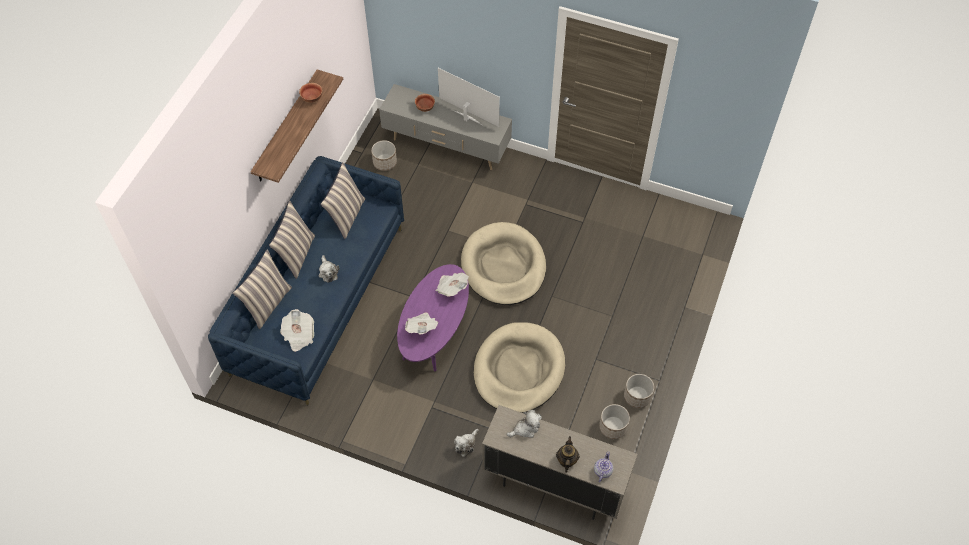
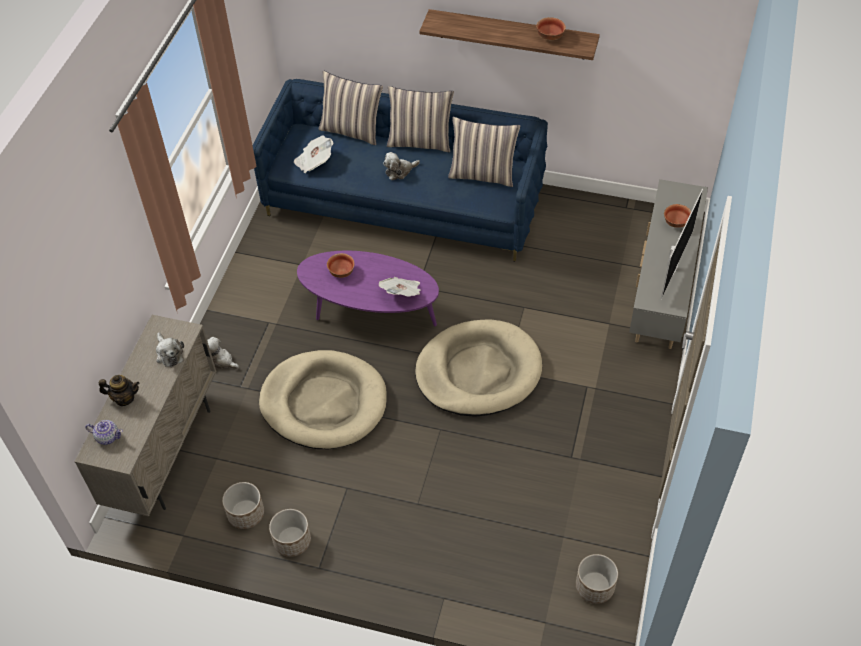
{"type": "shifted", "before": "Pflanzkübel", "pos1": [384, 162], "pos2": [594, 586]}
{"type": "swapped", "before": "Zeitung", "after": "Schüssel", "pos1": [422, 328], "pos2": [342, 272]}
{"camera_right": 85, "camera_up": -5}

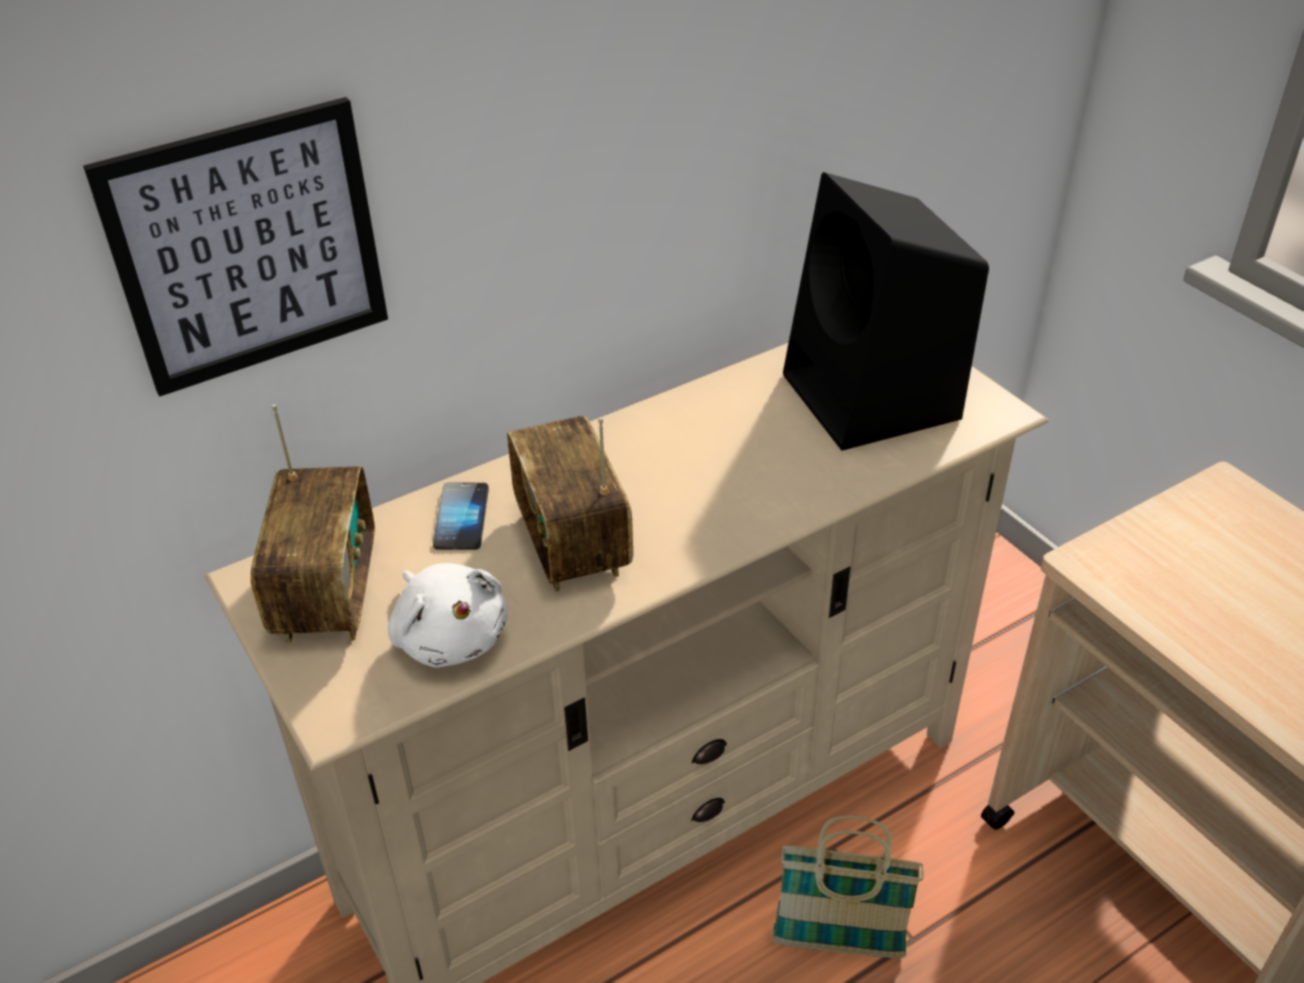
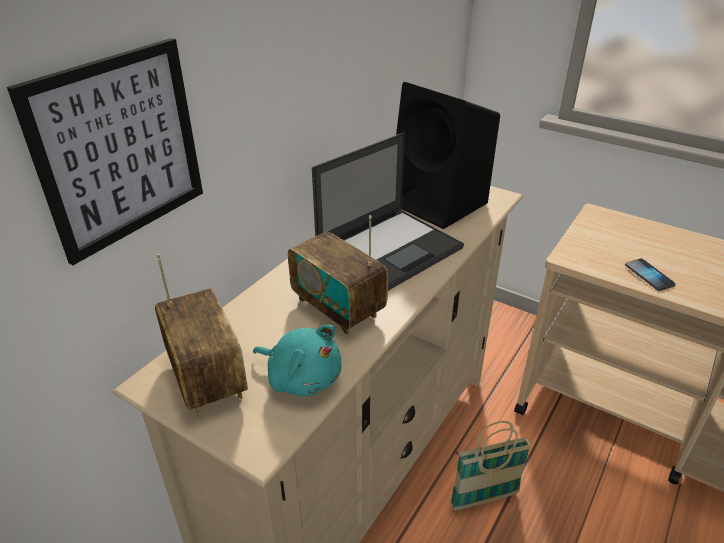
{"type": "repainted", "before": "Plüschtier/weiß", "after": "Plüschtier/türkis", "pos1": [450, 636], "pos2": [302, 377]}
{"type": "shifted", "before": "Handy", "pos1": [461, 518], "pos2": [649, 275]}
{"type": "new", "after": "Laptop", "pos2": [390, 249]}
{"camera_right": -25, "camera_up": -5}

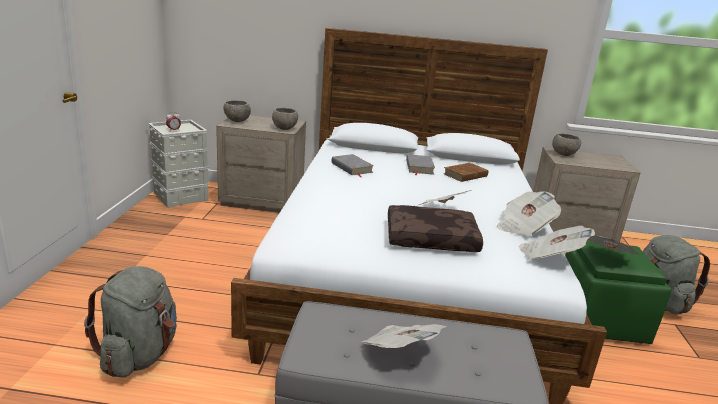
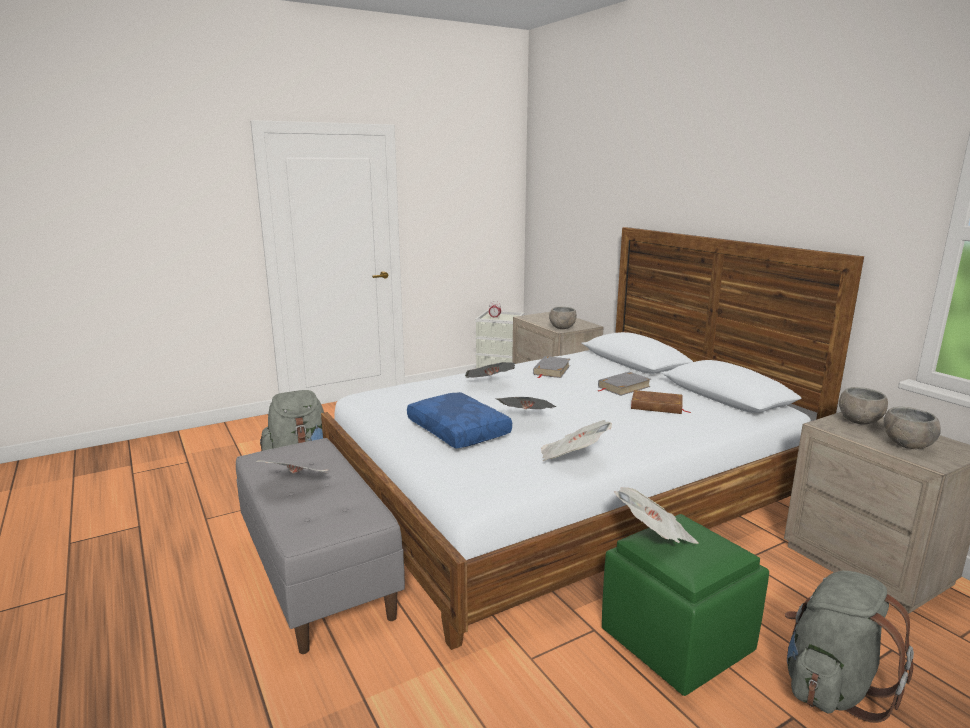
{"type": "shifted", "before": "Schüssel/grau", "pos1": [237, 121], "pos2": [907, 445]}
{"type": "repainted", "before": "Kissen/braun", "after": "Kissen/blau", "pos1": [431, 238], "pos2": [460, 430]}
{"type": "shifted", "before": "Zeitung", "pos1": [550, 257], "pos2": [489, 384]}
{"camera_right": 55, "camera_up": -5}

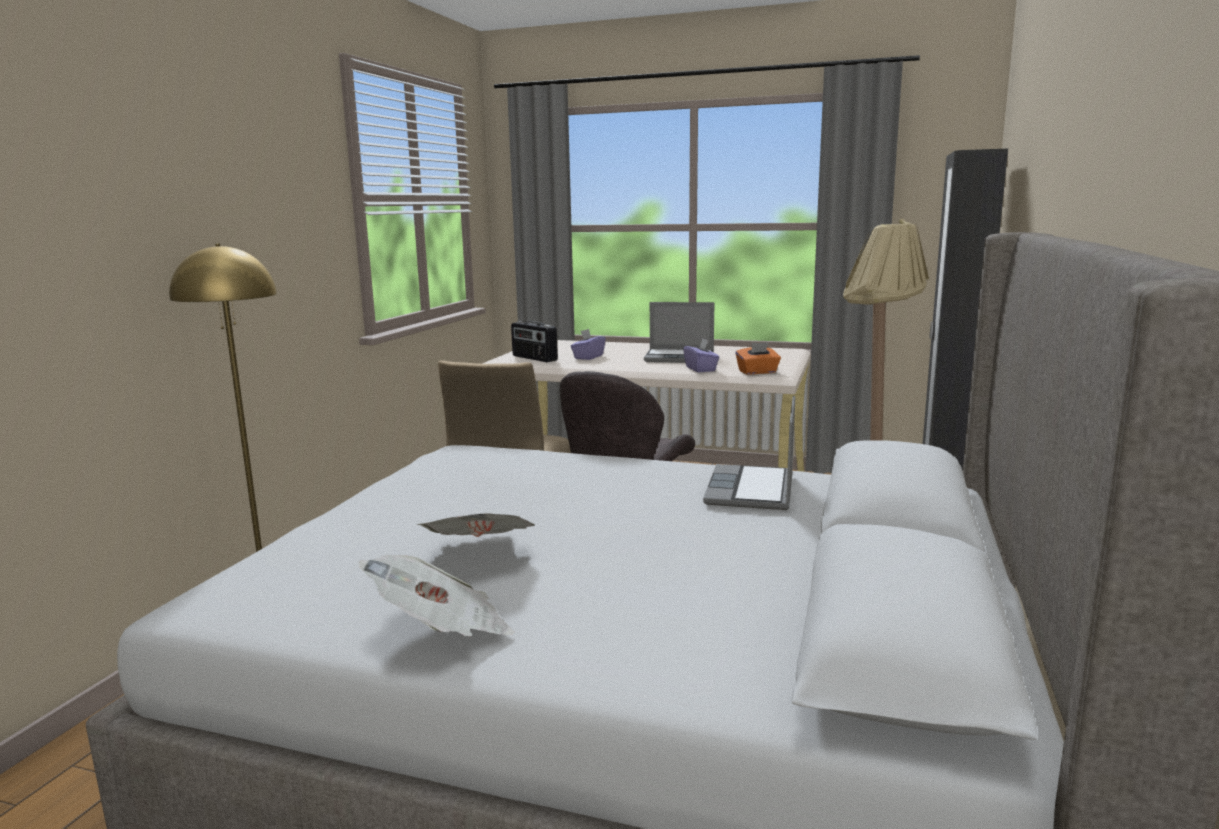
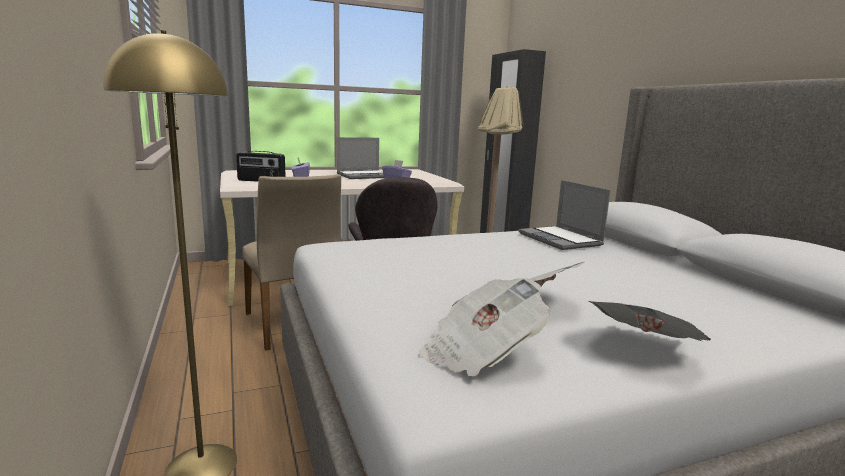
{"type": "gone", "before": "Taschentuchbox/orange", "pos1": [757, 372]}
{"type": "new", "after": "Zeitung", "pos2": [480, 353]}
{"camera_right": -40, "camera_up": 0}

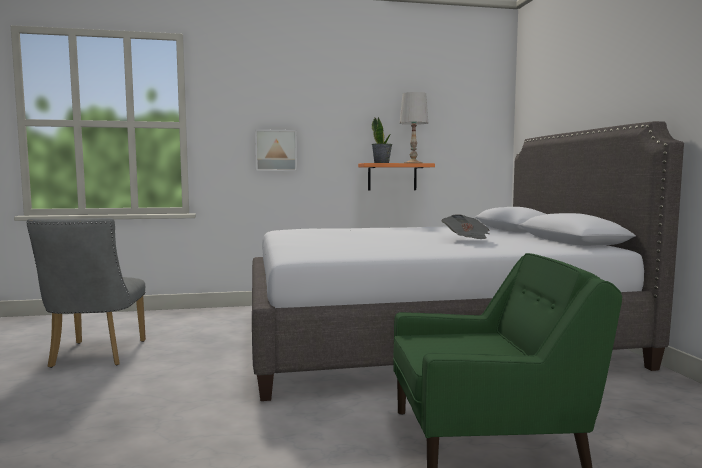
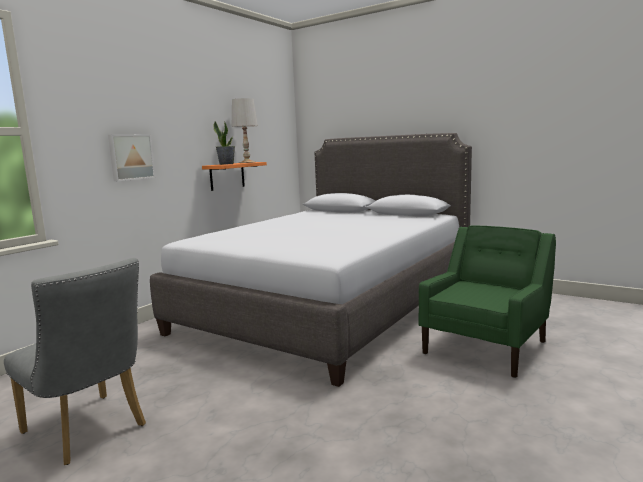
{"type": "gone", "before": "Zeitung", "pos1": [467, 241]}
{"camera_right": -45, "camera_up": 5}

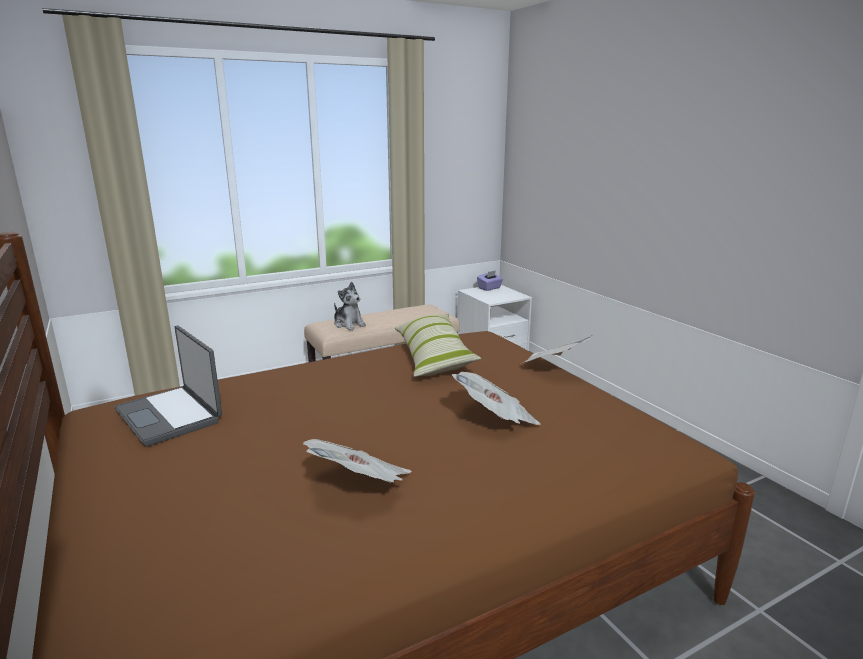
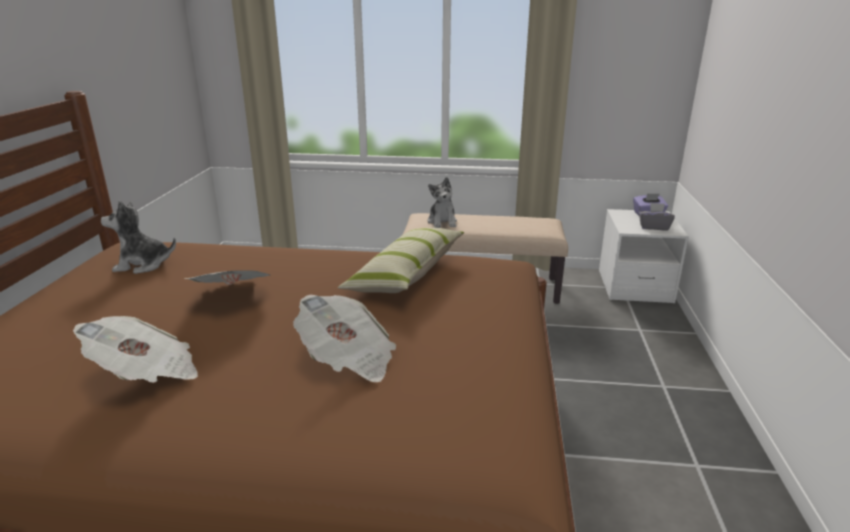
{"type": "swapped", "before": "Laptop", "after": "Plüschtier", "pos1": [171, 416], "pos2": [143, 265]}
{"type": "shifted", "before": "Zeitung", "pos1": [554, 366], "pos2": [233, 297]}
{"type": "new", "after": "Taschentuchbox/grau", "pos2": [654, 227]}
{"camera_right": 35, "camera_up": 5}

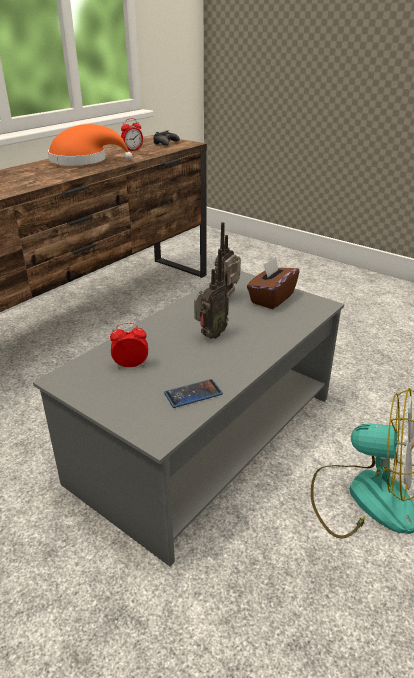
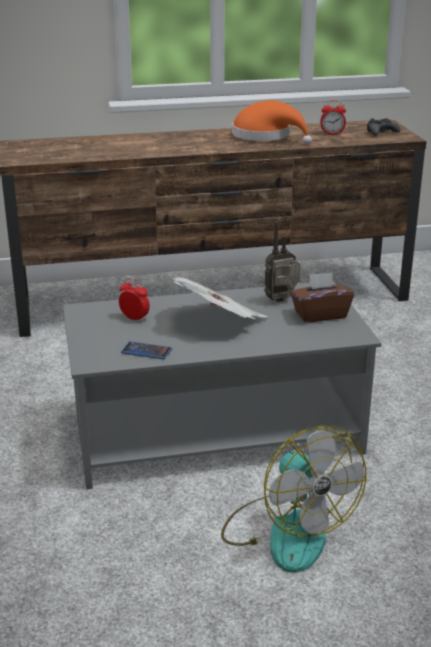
{"type": "swapped", "before": "Radio", "after": "Zeitung", "pos1": [210, 335], "pos2": [220, 322]}
{"camera_right": 40, "camera_up": -5}

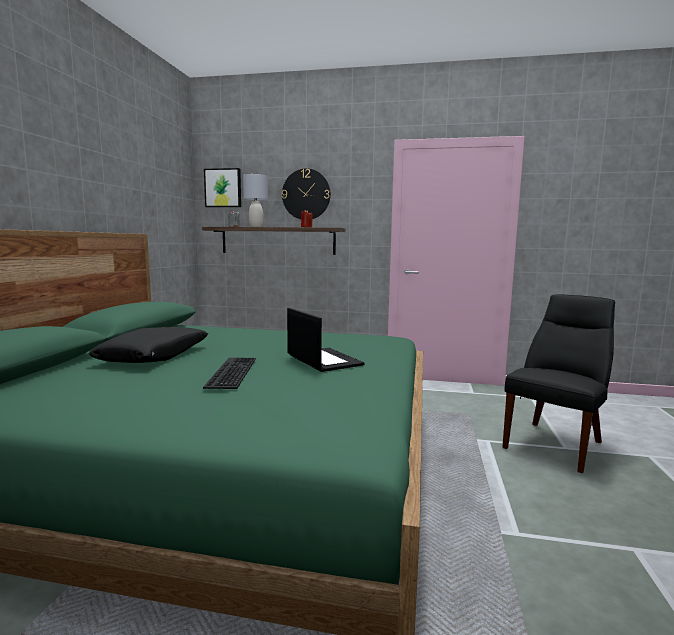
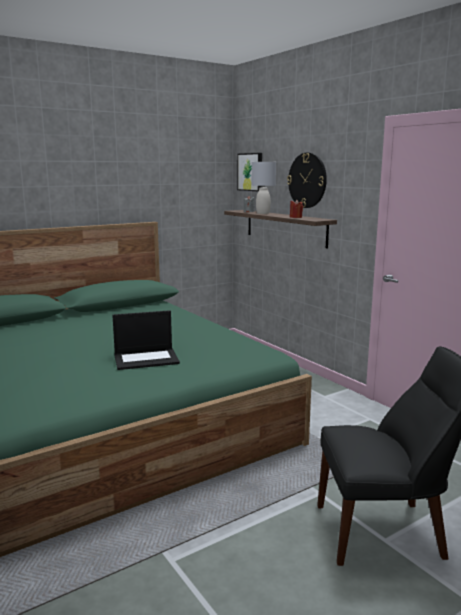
{"type": "gone", "before": "Kissen/schwarz", "pos1": [154, 356]}
{"type": "gone", "before": "Tastatur", "pos1": [230, 372]}
{"type": "rotated", "before": "Laptop", "pos1": [323, 360], "pos2": [146, 359], "turn": 60}
{"camera_right": 45, "camera_up": 5}

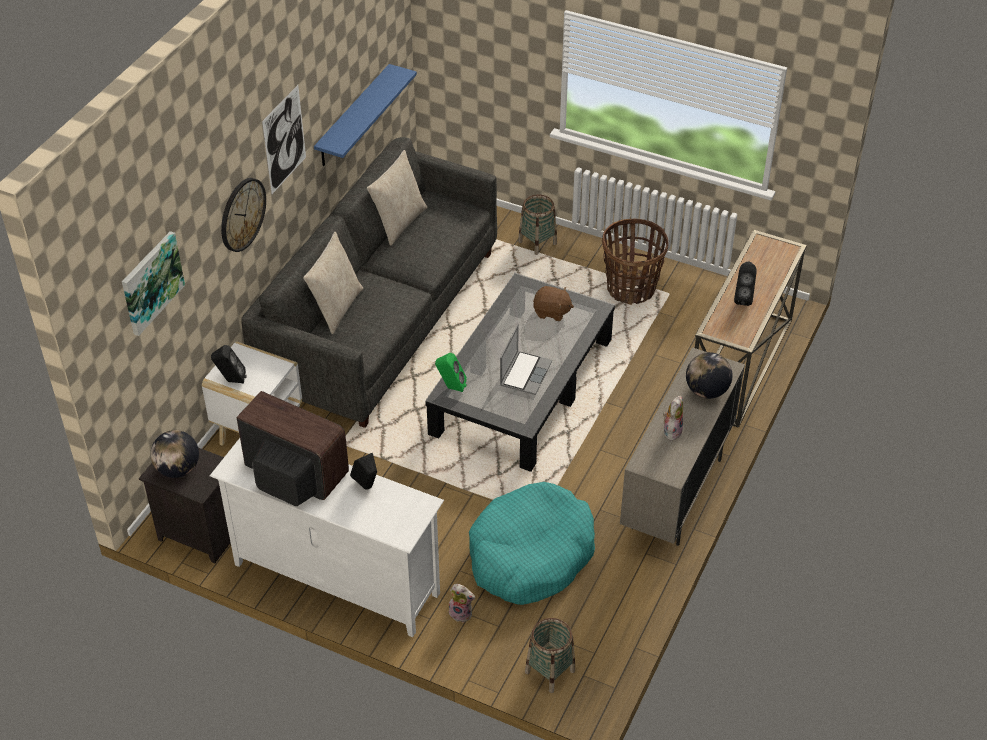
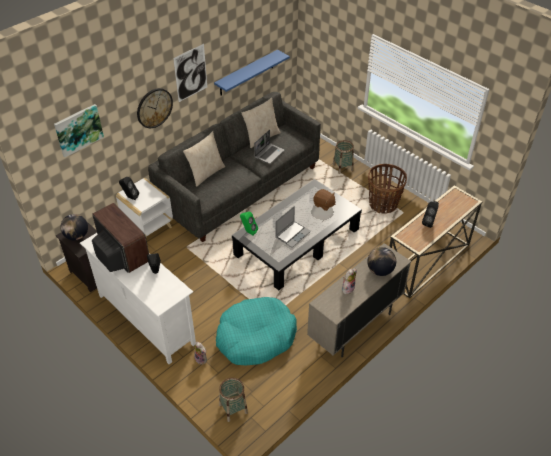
{"type": "new", "after": "Laptop", "pos2": [269, 153]}
{"camera_right": 20, "camera_up": 0}

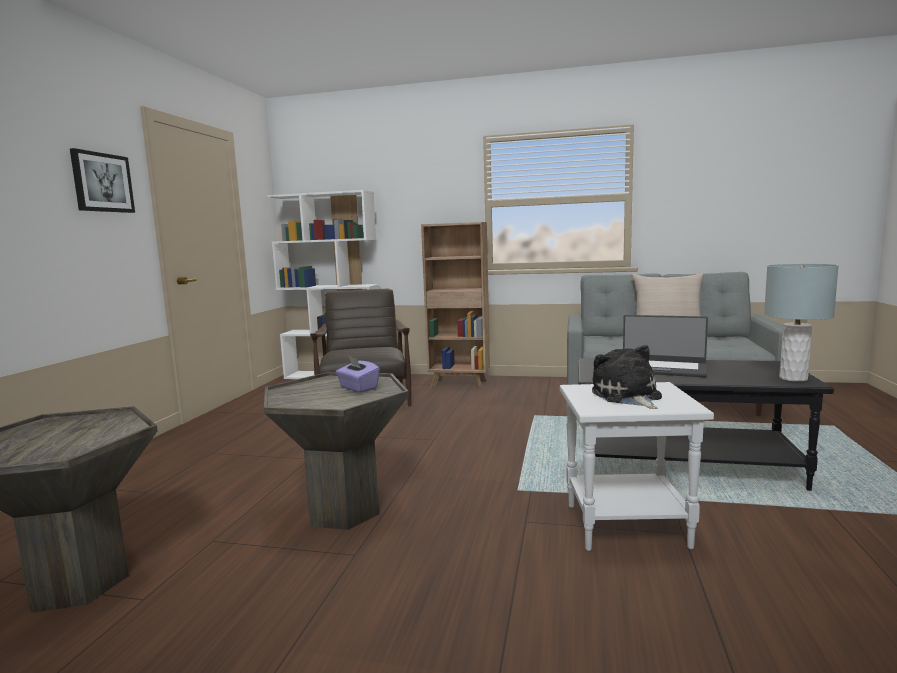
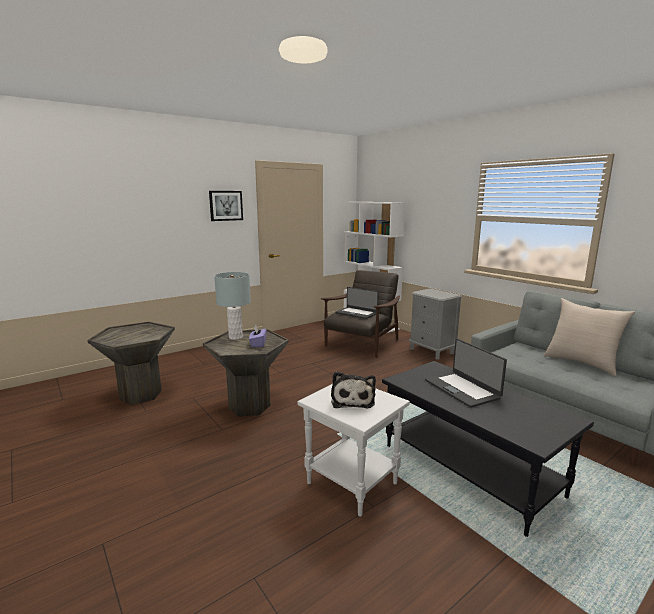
{"type": "swapped", "before": "Bücherregal/braun", "after": "Nachttisch/grau", "pos1": [460, 384], "pos2": [432, 351]}
{"type": "rotated", "before": "Plüschtier", "pos1": [627, 396], "pos2": [352, 400], "turn": 150}
{"type": "shifted", "before": "Tischlampe/grau", "pos1": [793, 378], "pos2": [236, 337]}
{"type": "new", "after": "Laptop", "pos2": [356, 313]}
{"camera_right": 40, "camera_up": 5}

